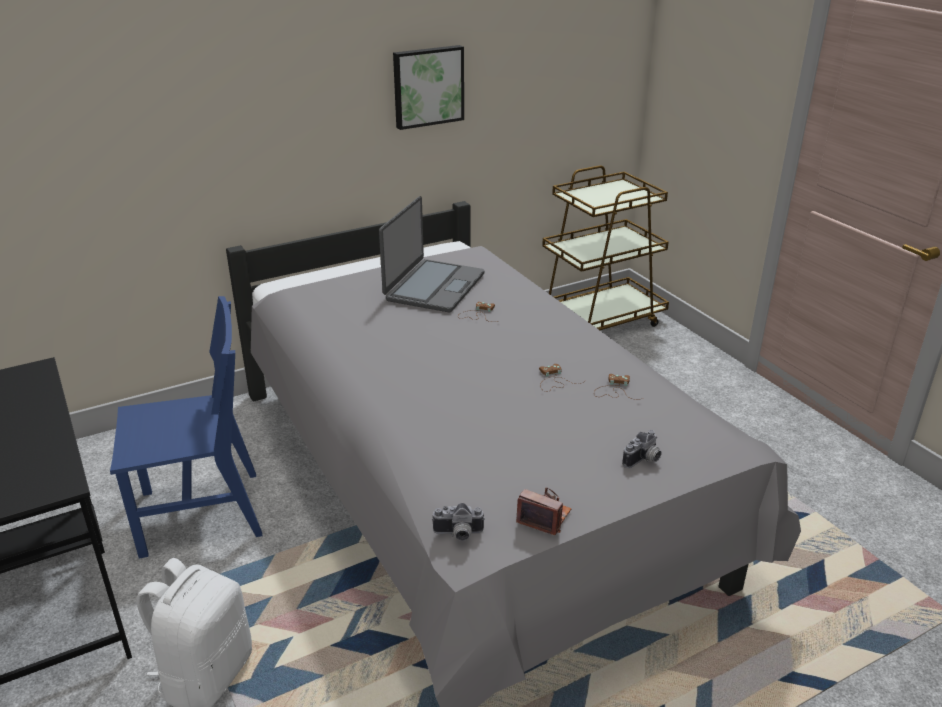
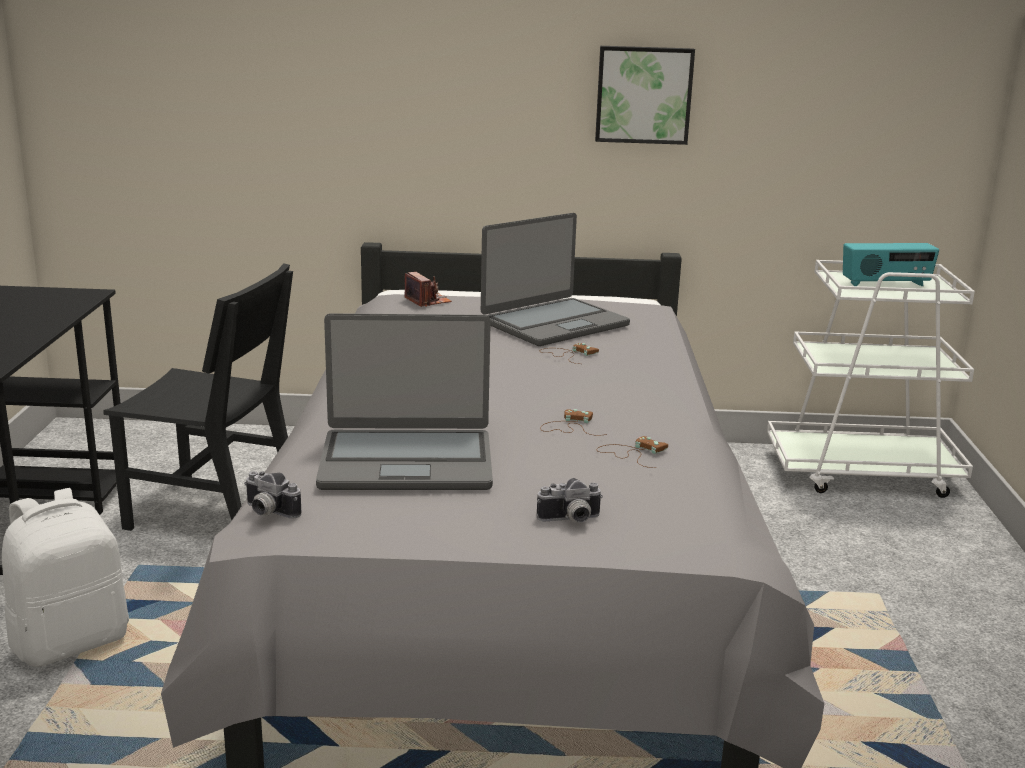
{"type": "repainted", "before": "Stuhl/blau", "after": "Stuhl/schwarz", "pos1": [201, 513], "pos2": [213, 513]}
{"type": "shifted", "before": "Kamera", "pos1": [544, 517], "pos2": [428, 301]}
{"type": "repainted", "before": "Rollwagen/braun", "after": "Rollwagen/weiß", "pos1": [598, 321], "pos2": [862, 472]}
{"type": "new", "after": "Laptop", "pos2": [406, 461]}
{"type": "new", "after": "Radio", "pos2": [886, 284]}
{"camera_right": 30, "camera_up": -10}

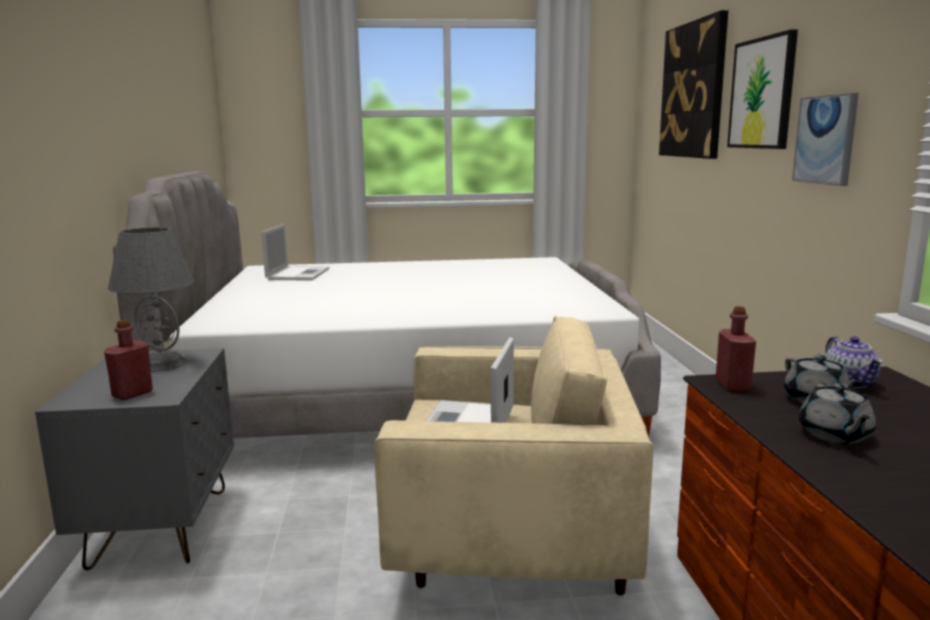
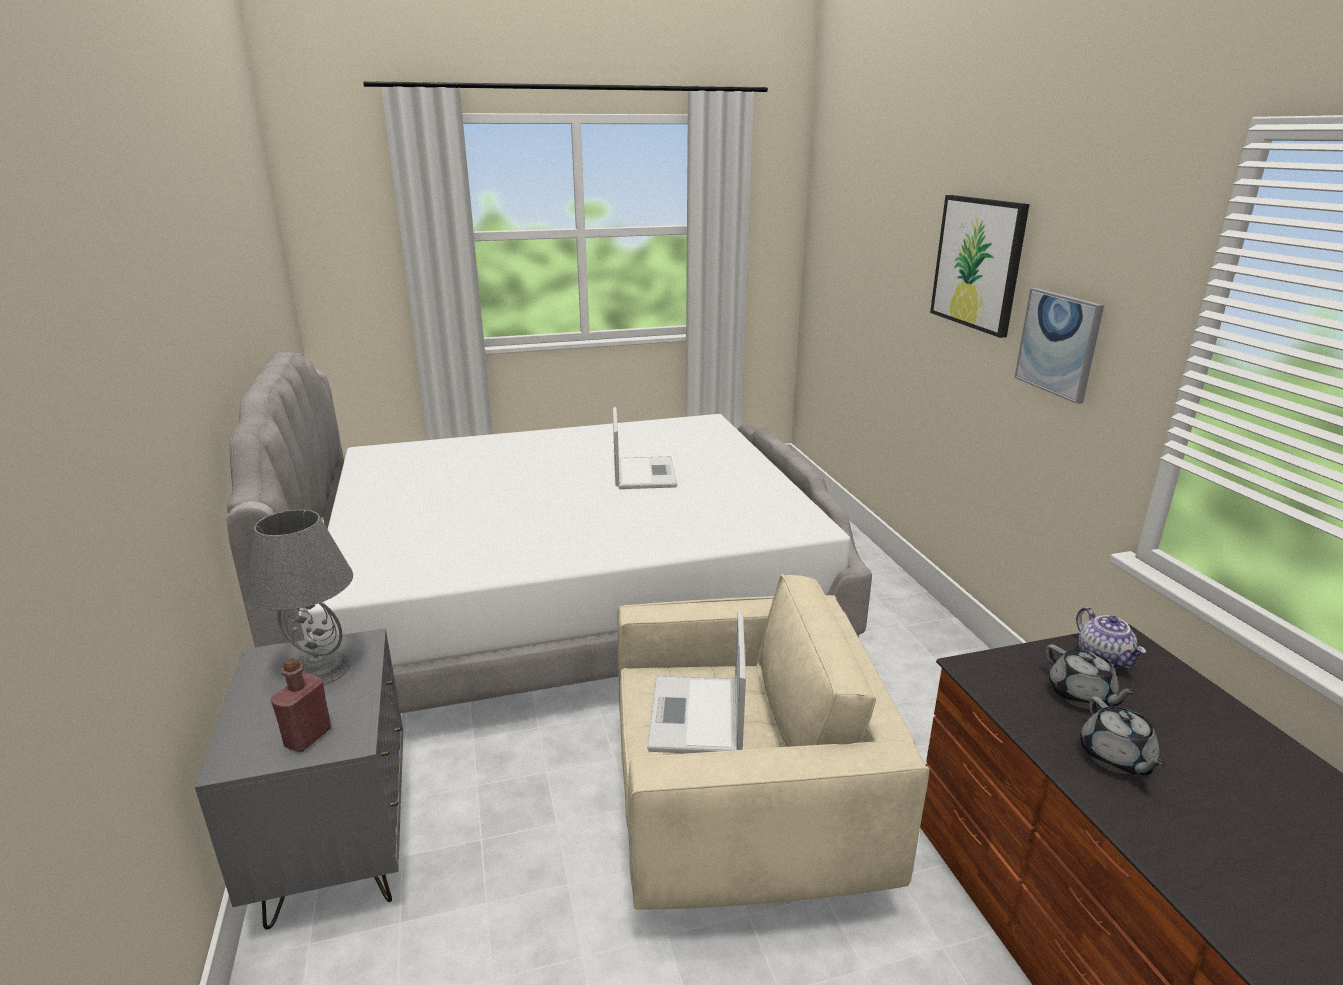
{"type": "shifted", "before": "Laptop", "pos1": [298, 274], "pos2": [643, 473]}
{"type": "gone", "before": "Bild", "pos1": [693, 90]}
{"type": "gone", "before": "Flasche/rot", "pos1": [732, 385]}
{"camera_right": -10, "camera_up": 10}

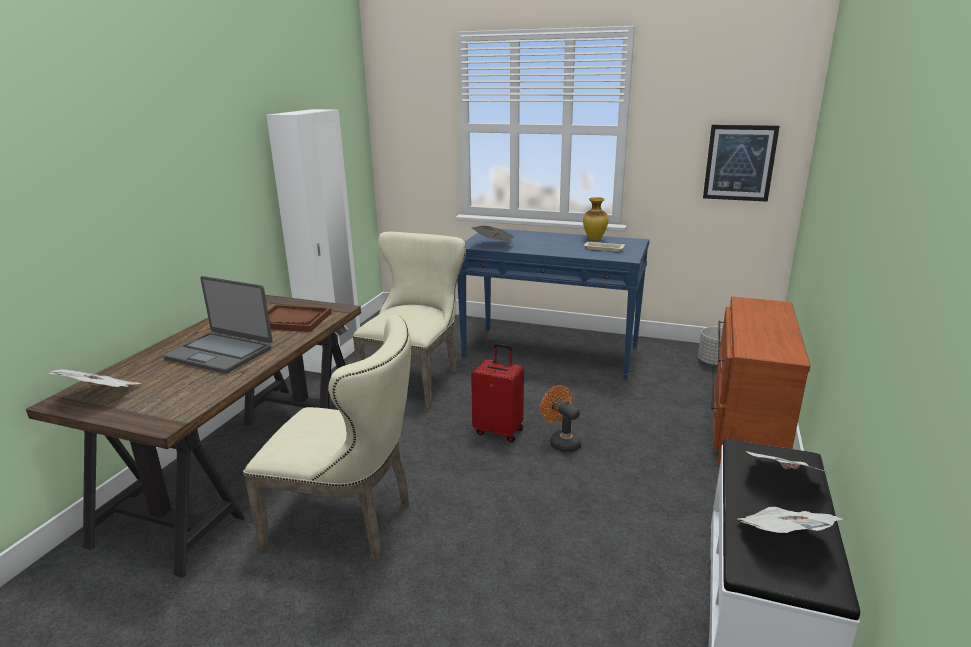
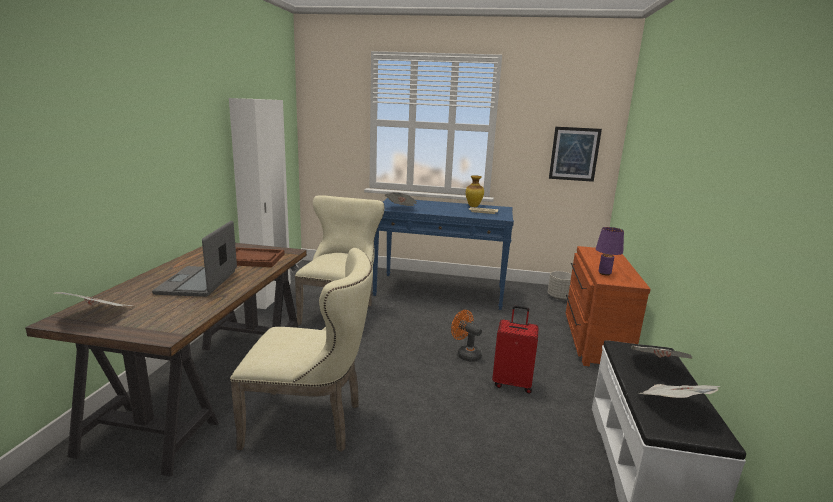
{"type": "rotated", "before": "Laptop", "pos1": [220, 353], "pos2": [199, 282], "turn": 75}
{"type": "shifted", "before": "Koffer/rot", "pos1": [499, 431], "pos2": [512, 383]}
{"type": "new", "after": "Tischlampe/lila", "pos2": [604, 273]}
{"camera_right": -10, "camera_up": -5}

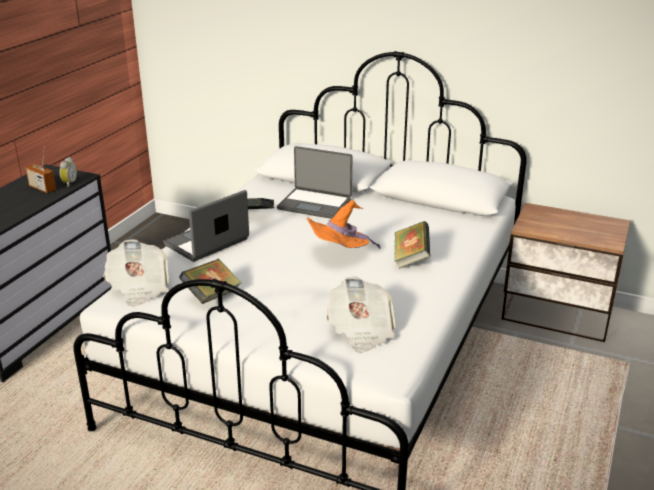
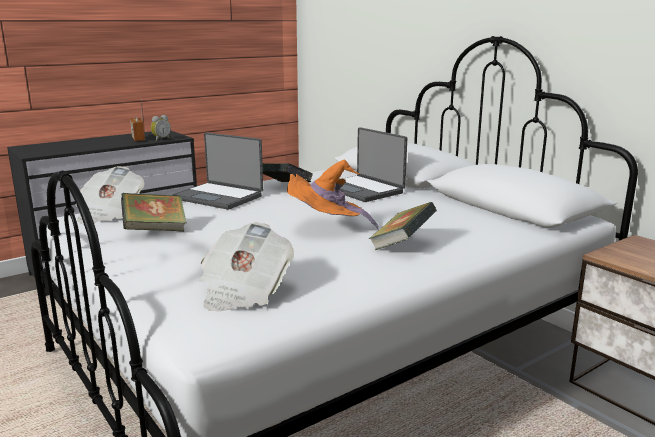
{"type": "rotated", "before": "Laptop", "pos1": [207, 243], "pos2": [219, 197], "turn": -135}
{"camera_right": 30, "camera_up": -10}

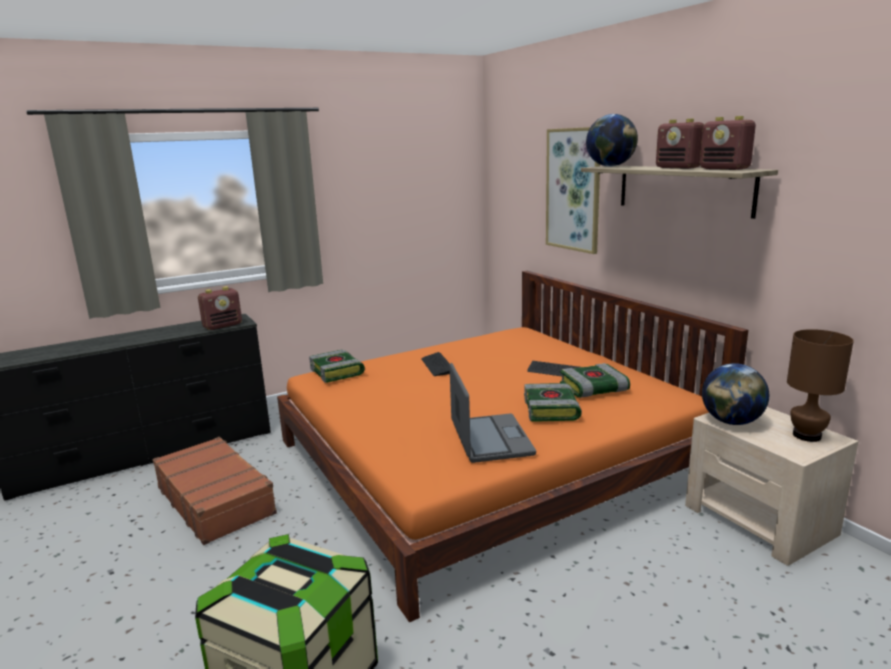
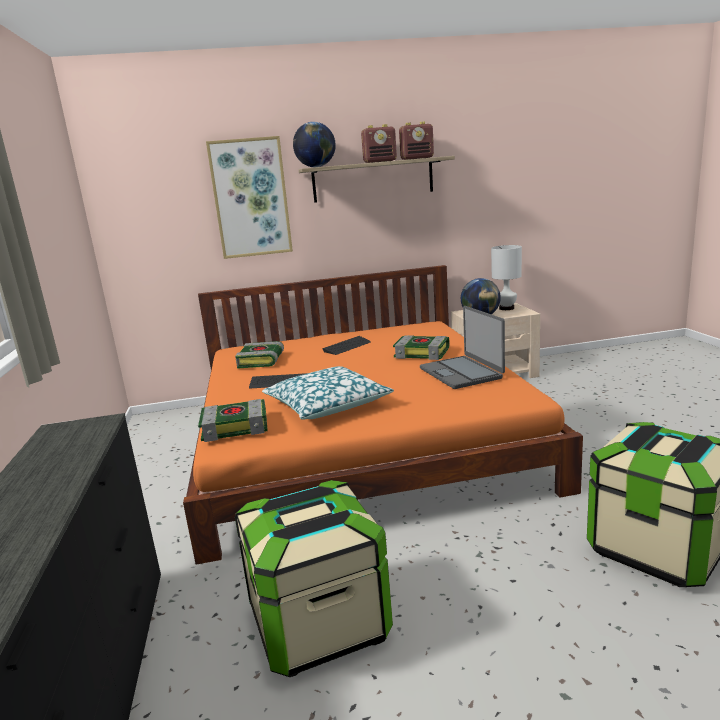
{"type": "swapped", "before": "Koffer/braun", "after": "Aufbewahrungsbox", "pos1": [216, 500], "pos2": [319, 623]}
{"type": "gone", "before": "Radio", "pos1": [223, 326]}
{"type": "rotated", "before": "Laptop", "pos1": [490, 439], "pos2": [461, 373], "turn": -120}
{"type": "shifted", "before": "Buch", "pos1": [593, 389], "pos2": [261, 361]}
{"type": "repainted", "before": "Tischlampe/braun", "after": "Tischlampe/weiß", "pos1": [807, 435], "pos2": [506, 308]}
{"type": "new", "after": "Kissen", "pos2": [327, 405]}
{"camera_right": -70, "camera_up": 0}

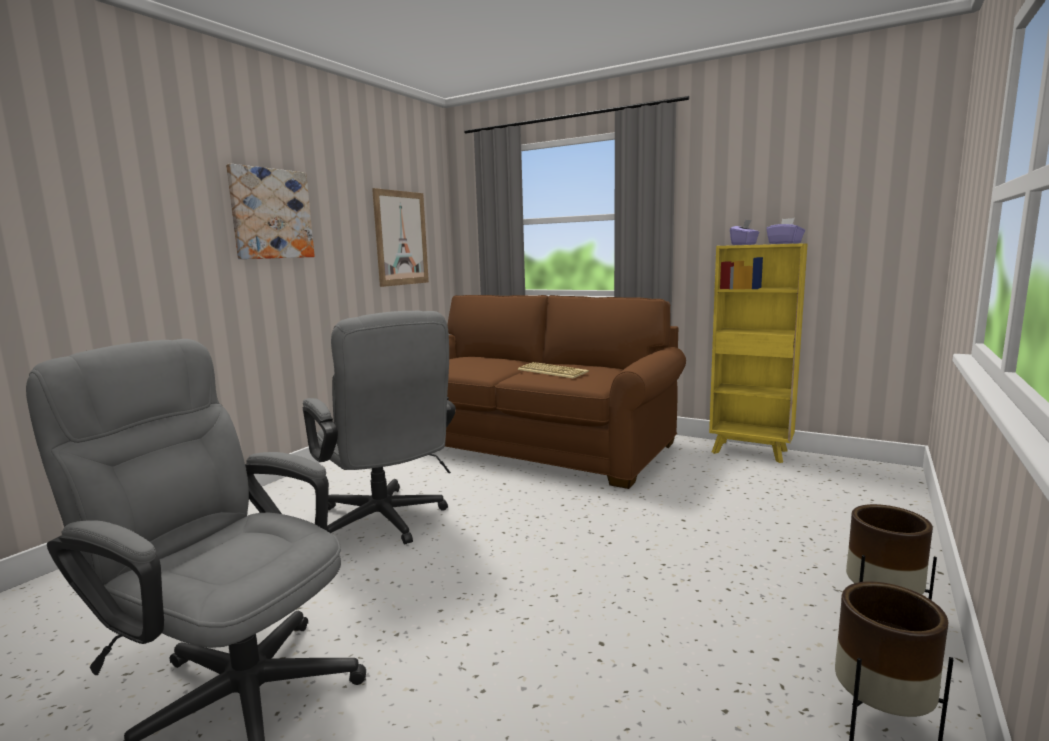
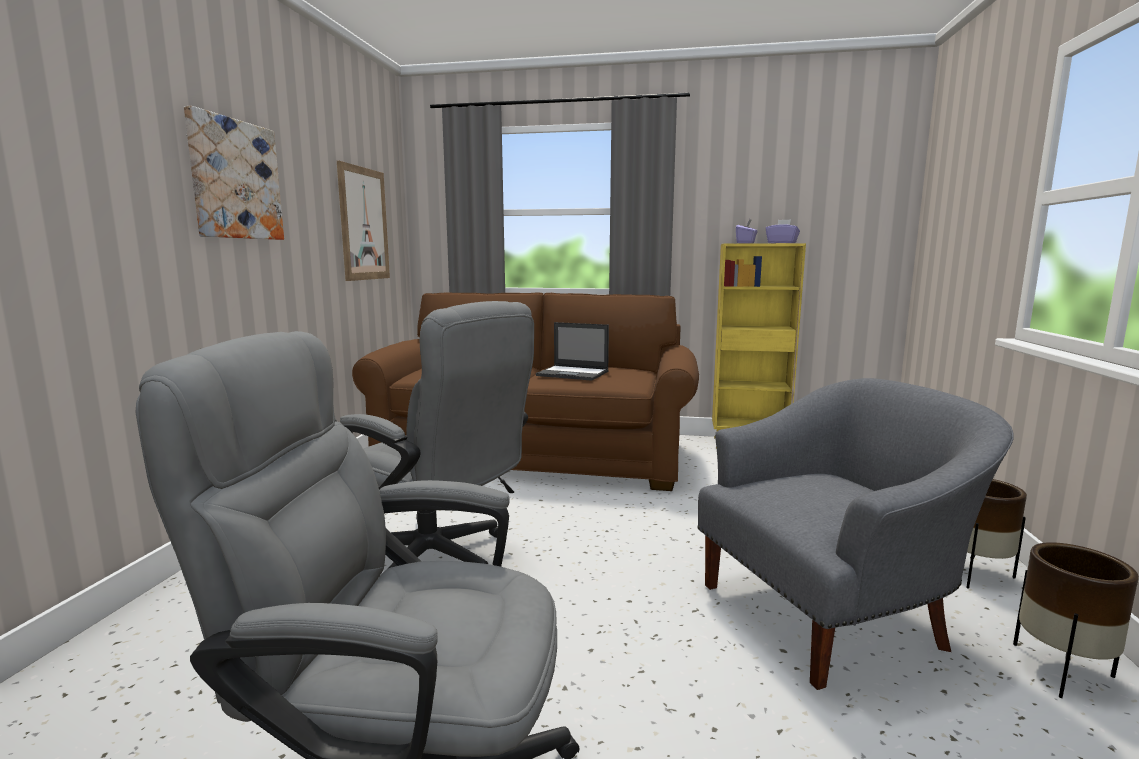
{"type": "swapped", "before": "Tastatur", "after": "Laptop", "pos1": [553, 371], "pos2": [573, 373]}
{"type": "new", "after": "Sessel/grau", "pos2": [828, 616]}
{"camera_right": -20, "camera_up": 0}

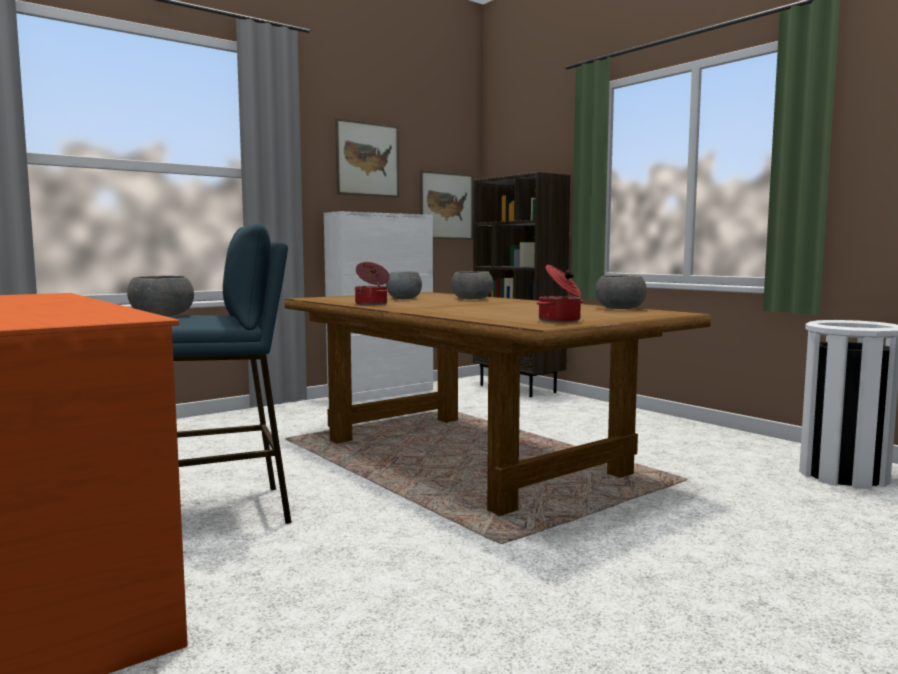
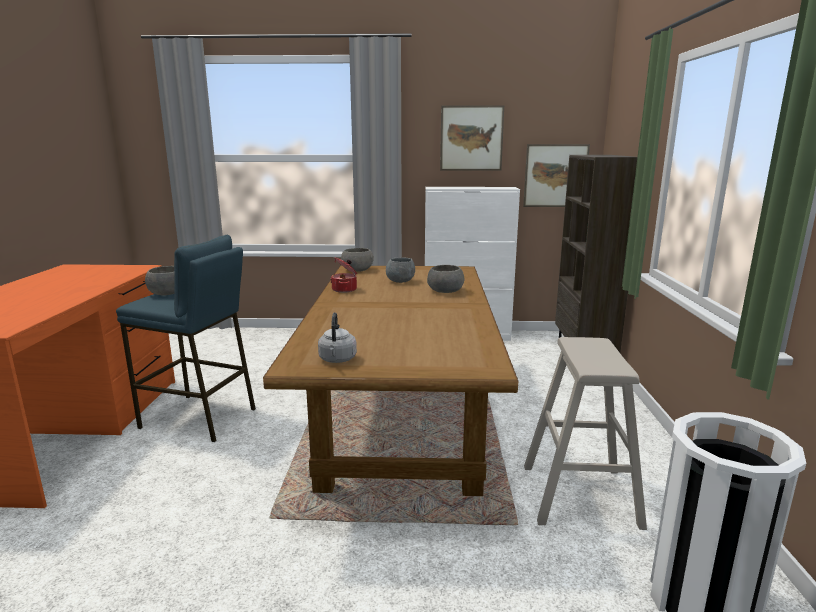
{"type": "swapped", "before": "Kochtopf", "after": "Wasserkessel/grau", "pos1": [560, 321], "pos2": [337, 360]}
{"type": "shifted", "before": "Schüssel/grau", "pos1": [619, 308], "pos2": [357, 270]}
{"type": "new", "after": "Hocker/beige", "pos2": [580, 495]}
{"camera_right": 40, "camera_up": 10}

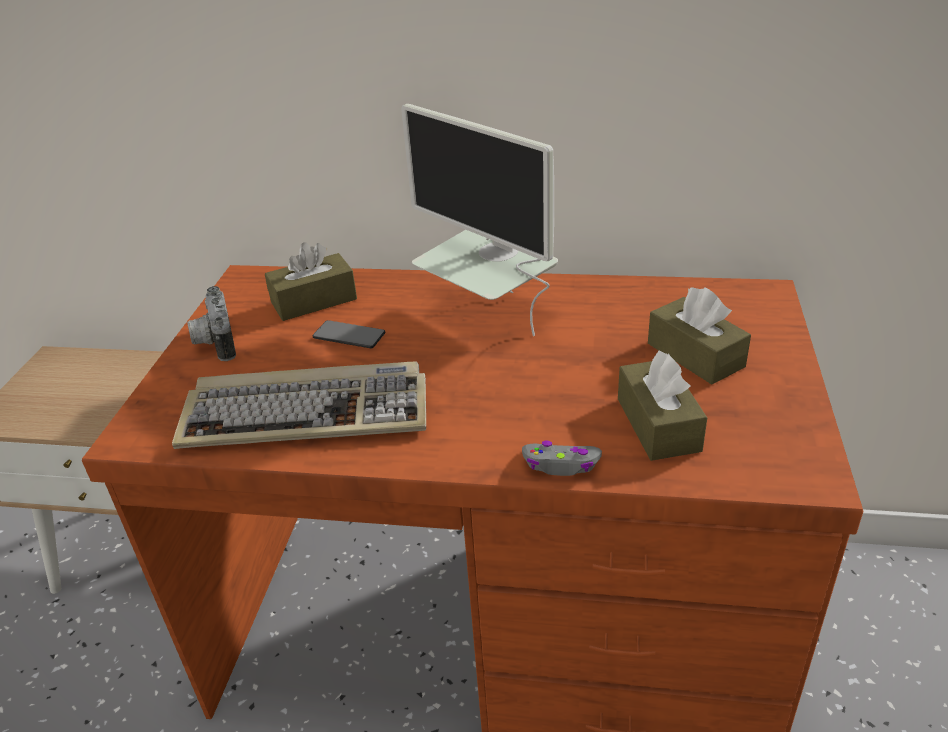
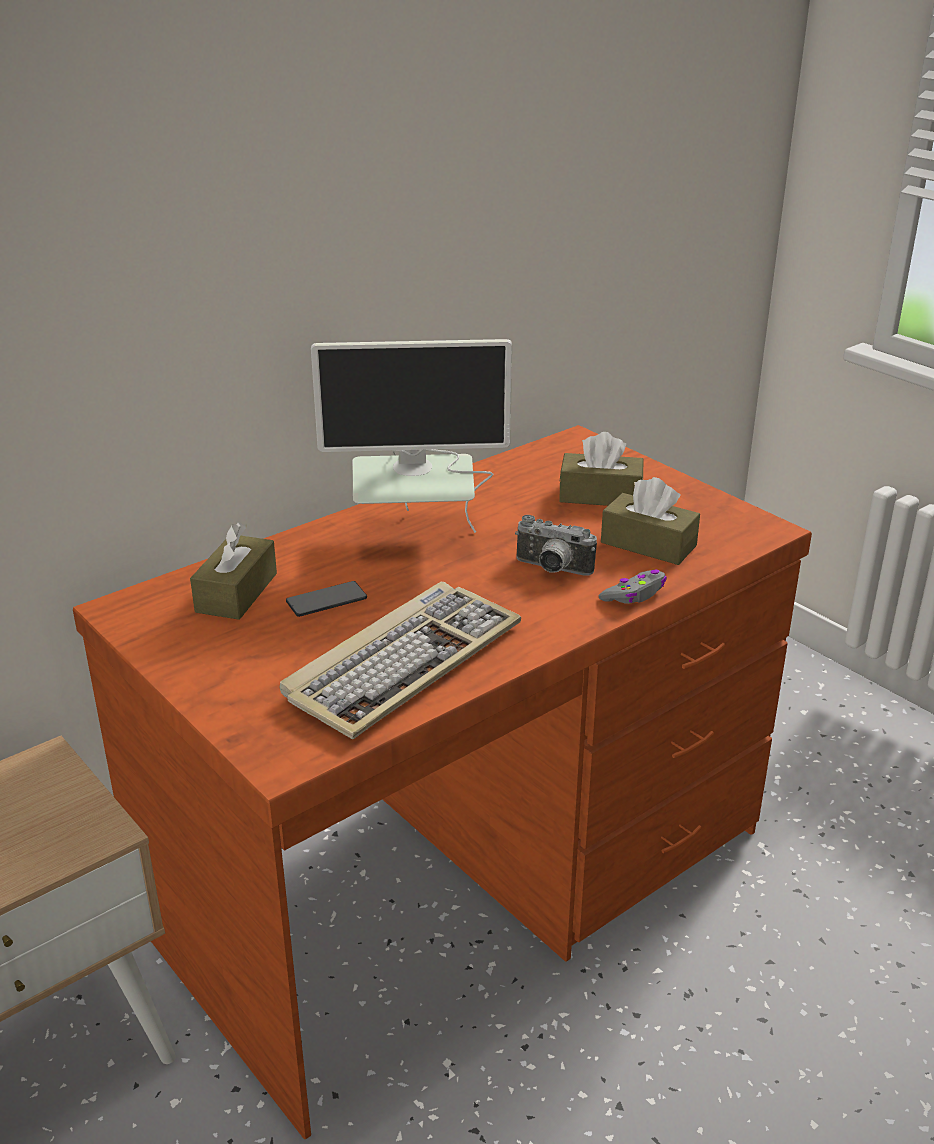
{"type": "shifted", "before": "Kamera", "pos1": [214, 343], "pos2": [551, 570]}
{"camera_right": -50, "camera_up": -5}

